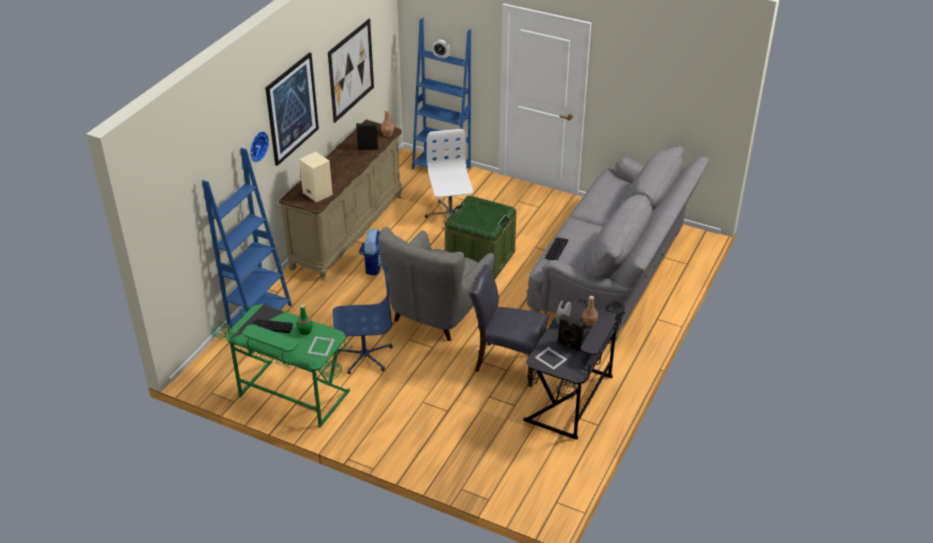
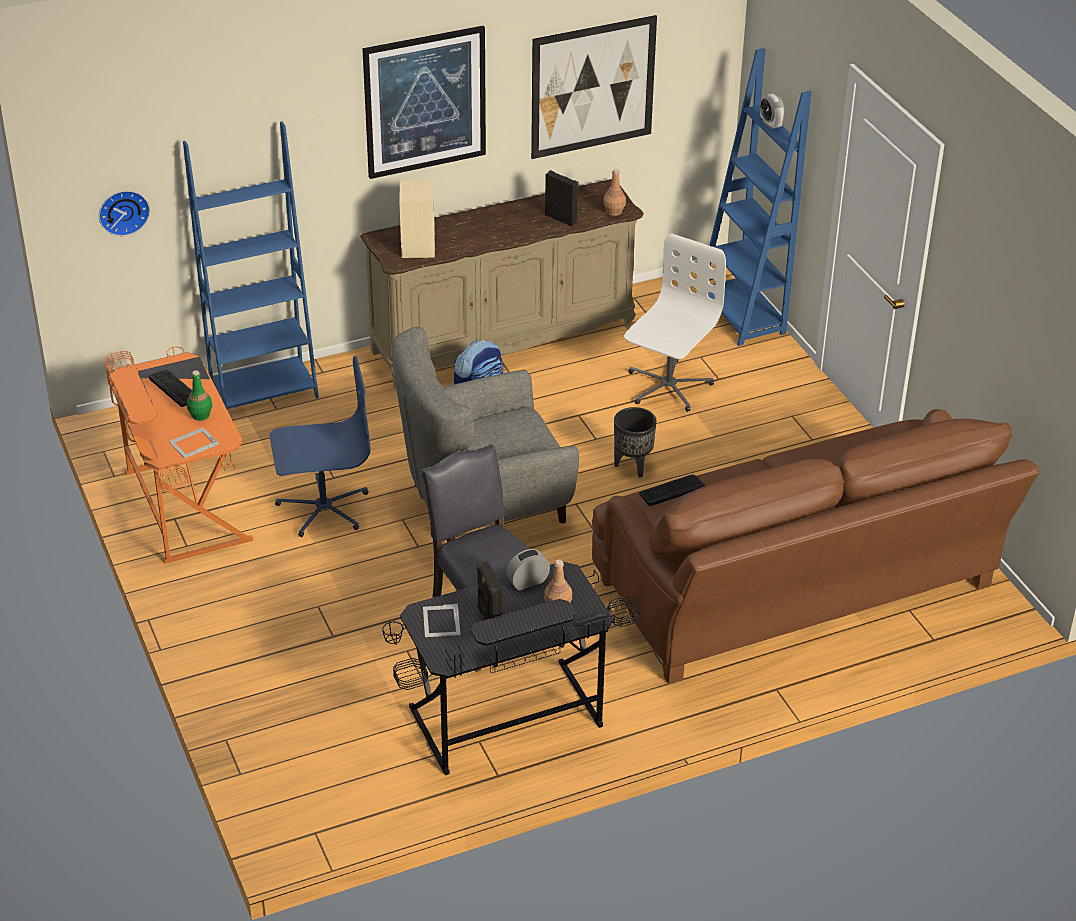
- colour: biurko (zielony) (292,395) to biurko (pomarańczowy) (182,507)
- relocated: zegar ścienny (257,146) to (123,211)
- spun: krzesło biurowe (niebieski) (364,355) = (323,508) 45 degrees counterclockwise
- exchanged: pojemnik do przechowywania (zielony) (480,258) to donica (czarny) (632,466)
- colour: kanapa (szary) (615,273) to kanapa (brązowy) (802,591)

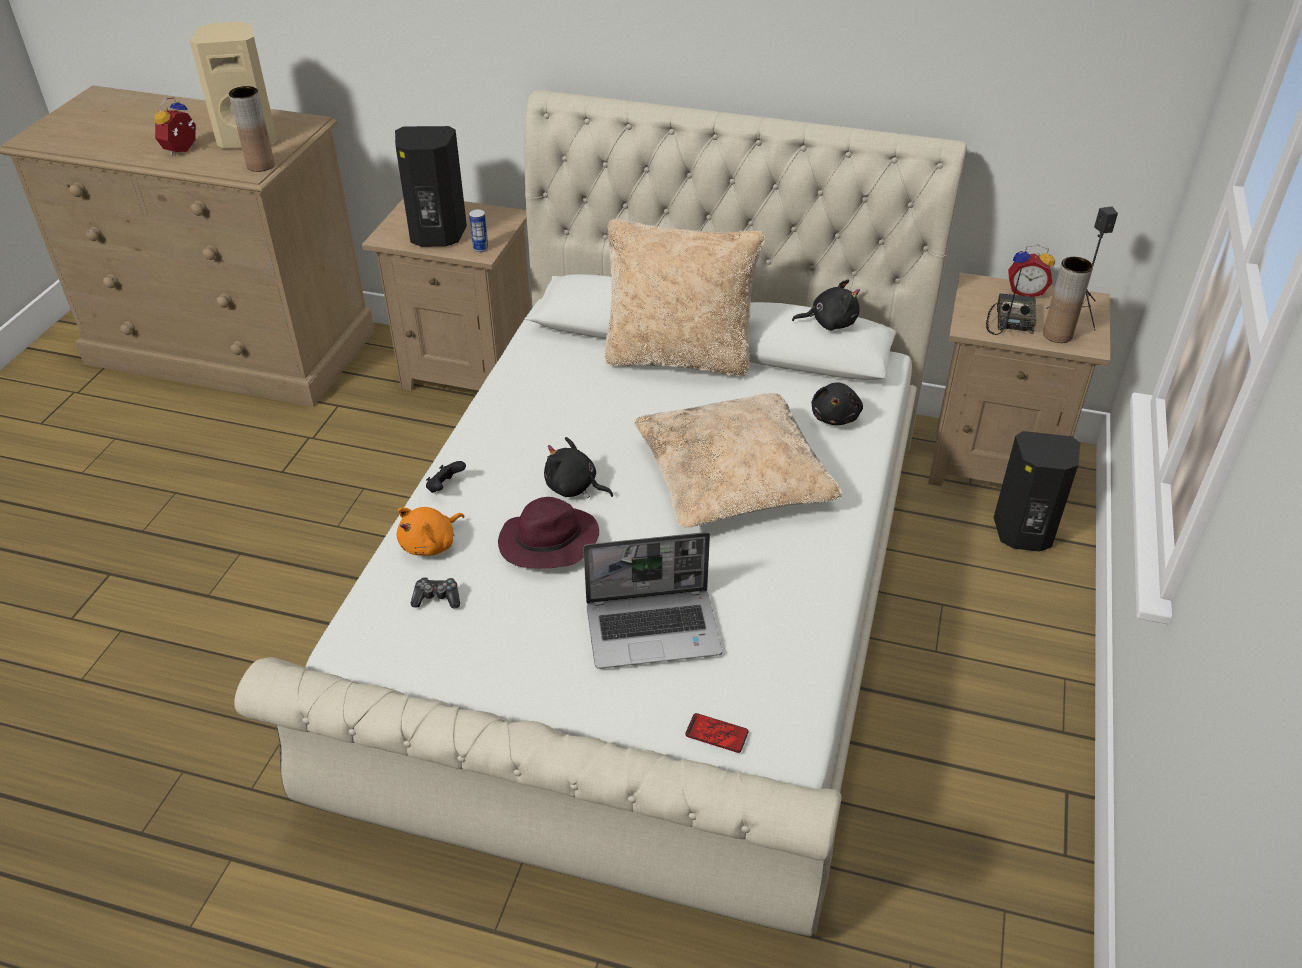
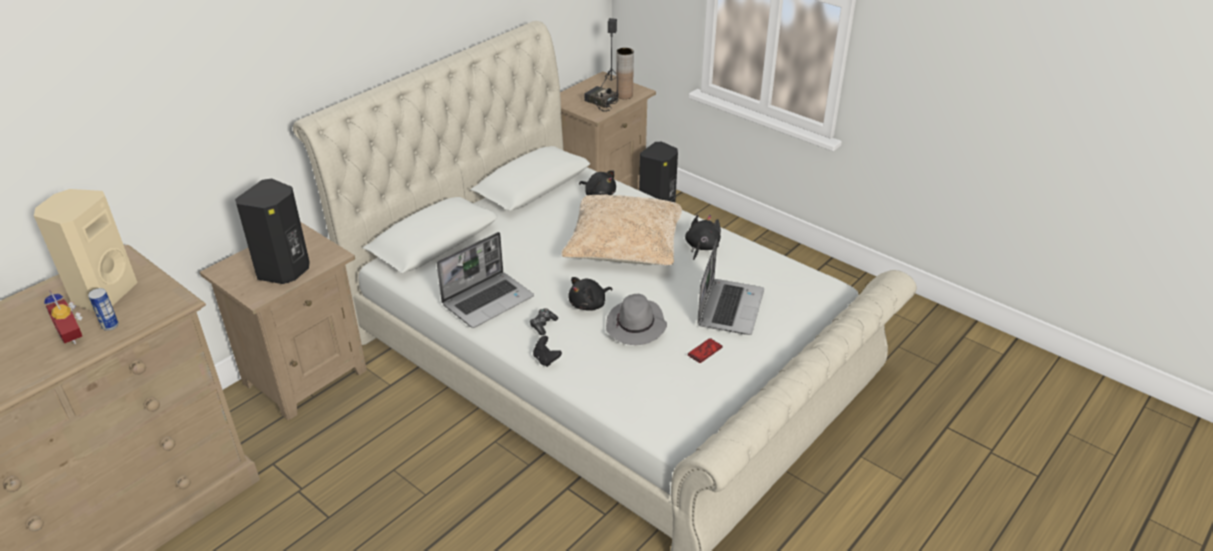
- missing: wazon (brązowy) (261,165)
- missing: pluszak (pomarańczowy) (431,544)
- relocated: pad do gier (437,598) to (543,325)
- relocated: puszka (480,249) to (110,326)
- colour: kapelusz (fioletowy) (547,543) to kapelusz (szary) (636,326)
- missing: poduszka (beżowy) (679,361)
- relocated: telefon (716,733) to (705,351)
- relocated: pluszak (czarny) (830,322) to (701,247)
- missing: budzik (1025,292)
- appeared: laptop (488,300)

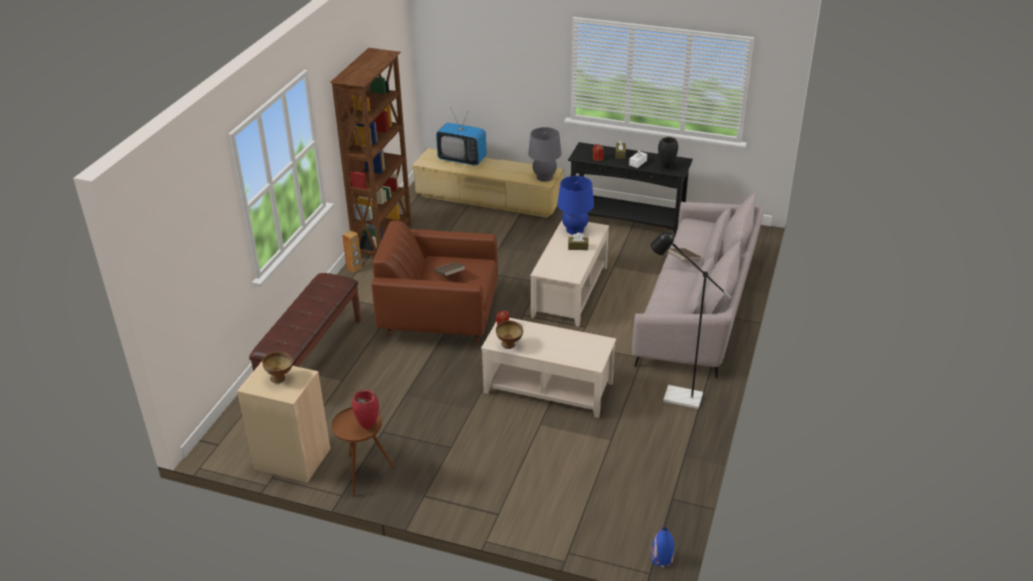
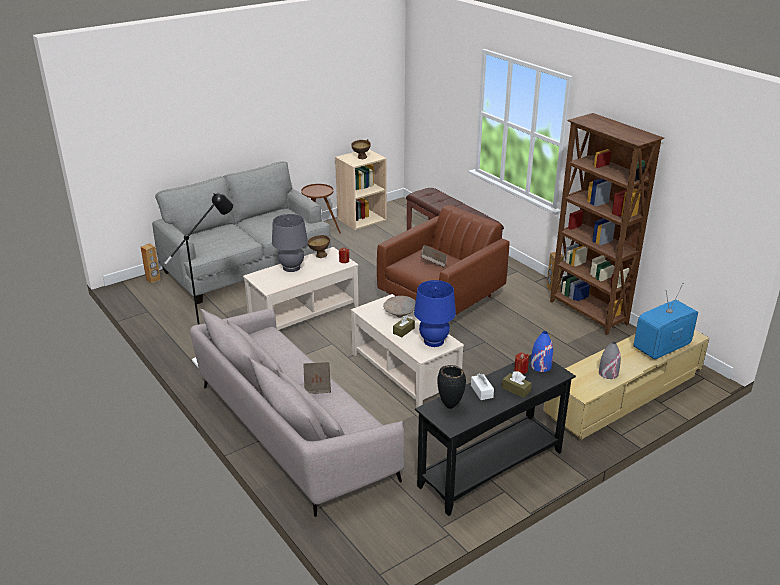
- missing: wazon (czerwony) (368,426)
- relocated: lampa stołowa (szary) (544,177) to (291,267)
- relocated: wazon (niebieski) (661,558) to (540,366)
- appeared: głośnik (brązowy) (153,280)
- appeared: kanapa (szary) (247,267)
- appeared: miska (beżowy) (400,312)
- appeared: wazon (szary) (608,373)

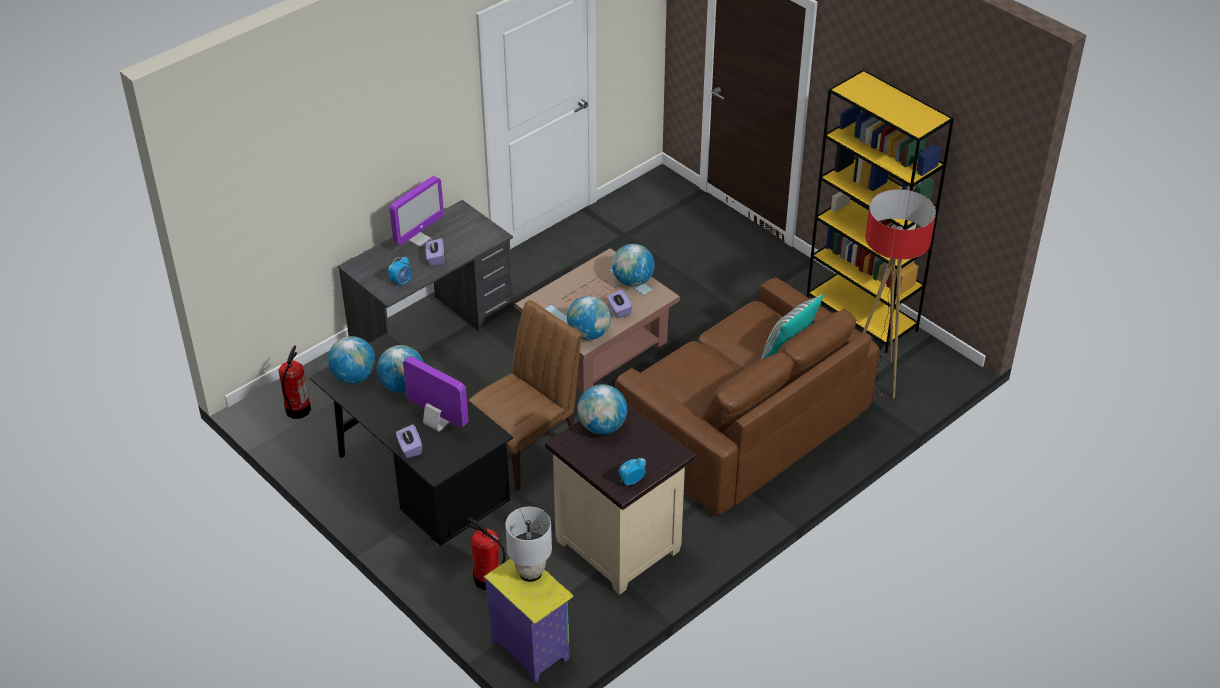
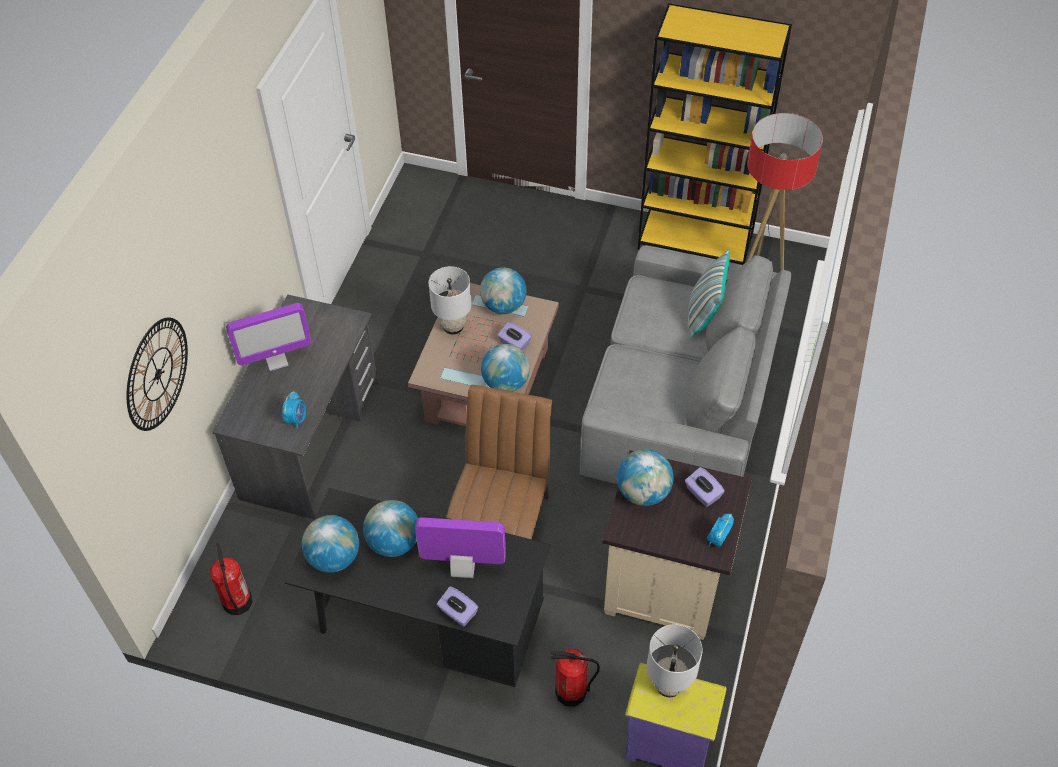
- spun: monitor (418,239) = (276,360) 60 degrees clockwise
- relocated: pudełko chusteczek (fioletowy) (435,258) to (702,494)
- colour: kanapa (brązowy) (744,427) to kanapa (szary) (680,404)
- appeared: zegar ścienny (157,374)
- appeared: lampa stołowa (biały) (453,326)

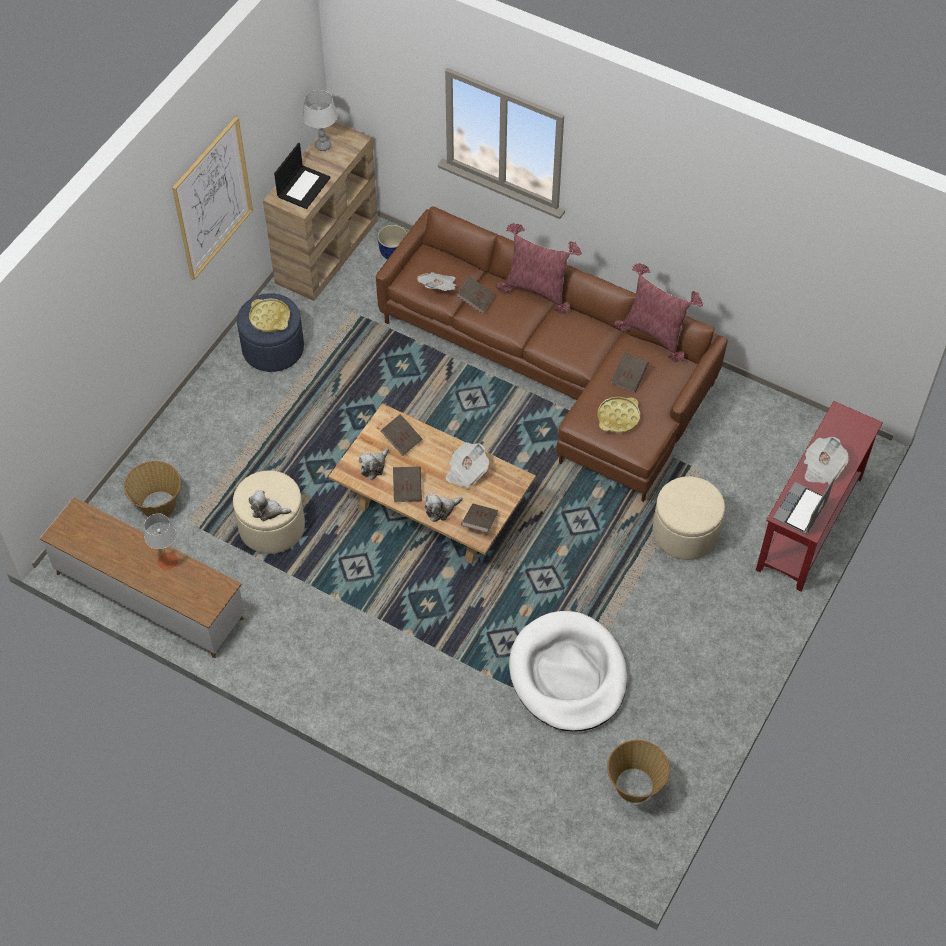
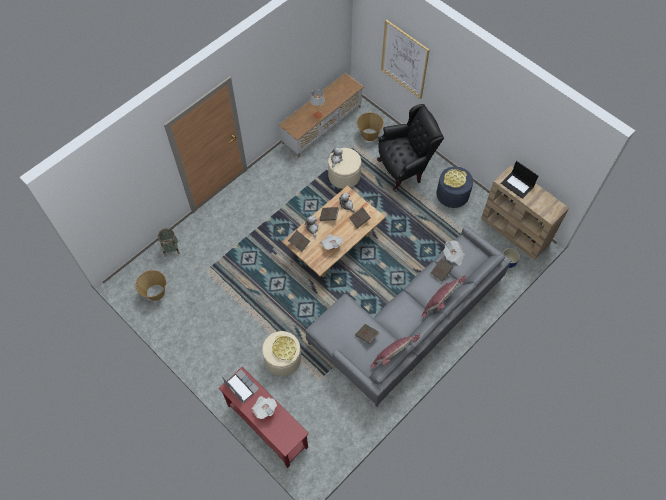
- relocated: obraz (212,198) to (404,59)
- missing: lampa stołowa (szary) (323,145)
- colour: kanapa (brązowy) (556,368) to kanapa (szary) (408,324)
- missing: legowisko (biały) (568,674)
- relocated: taca (żółty) (618,417) to (284,348)
- appeared: koszyk (171,248)
- appeared: fotel (czarny) (404,169)

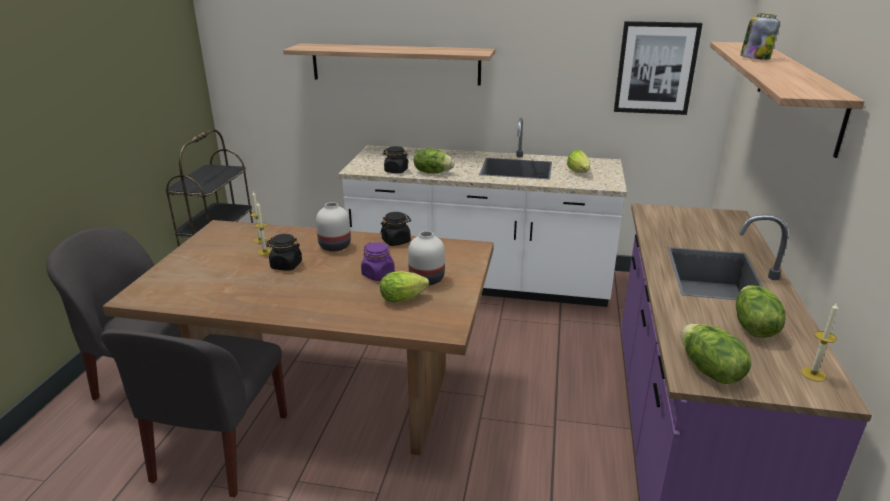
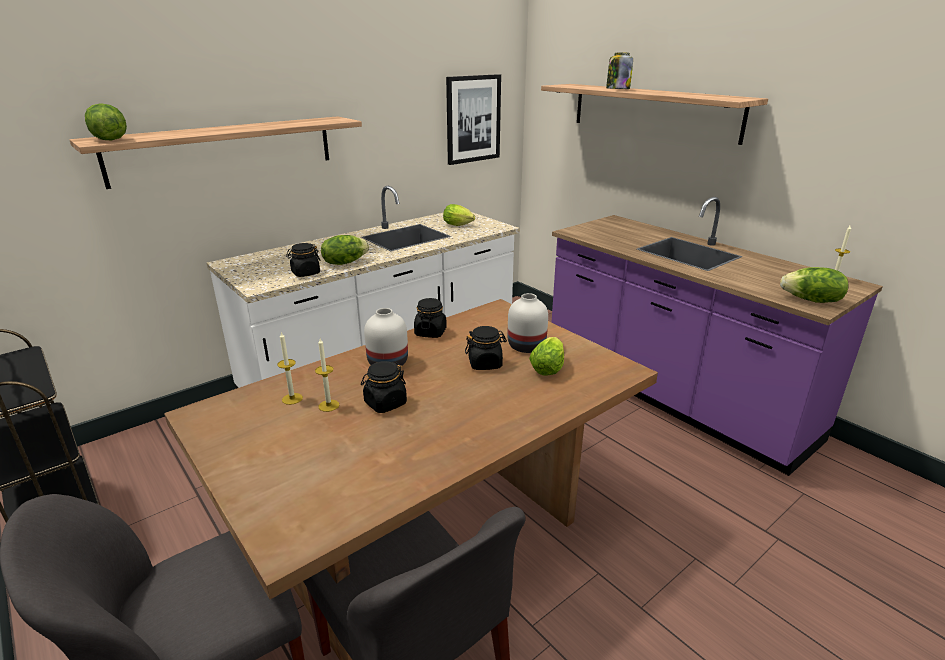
- colour: słoik (fioletowy) (378,275) to słoik (czarny) (485,363)
- relocated: sałata (752,327) to (108,139)

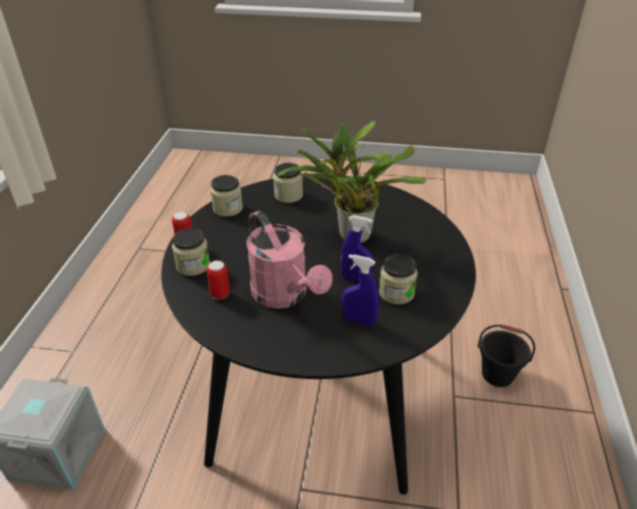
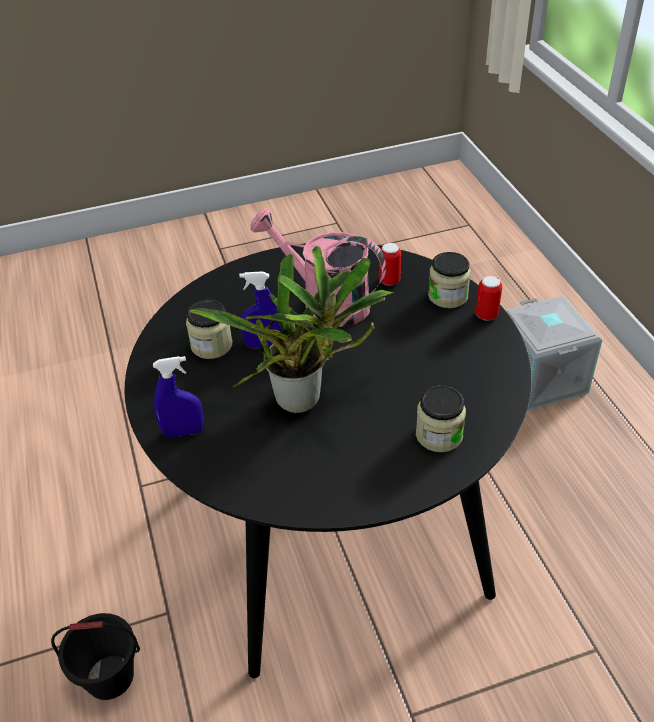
- missing: słoik (228,208)
- relocated: spryskiwacz (niebieski) (359,321) to (183,432)

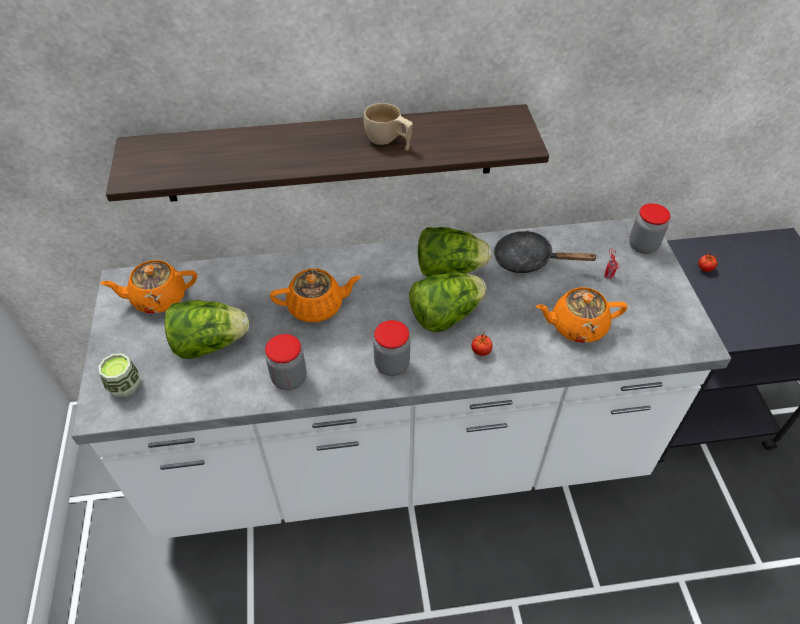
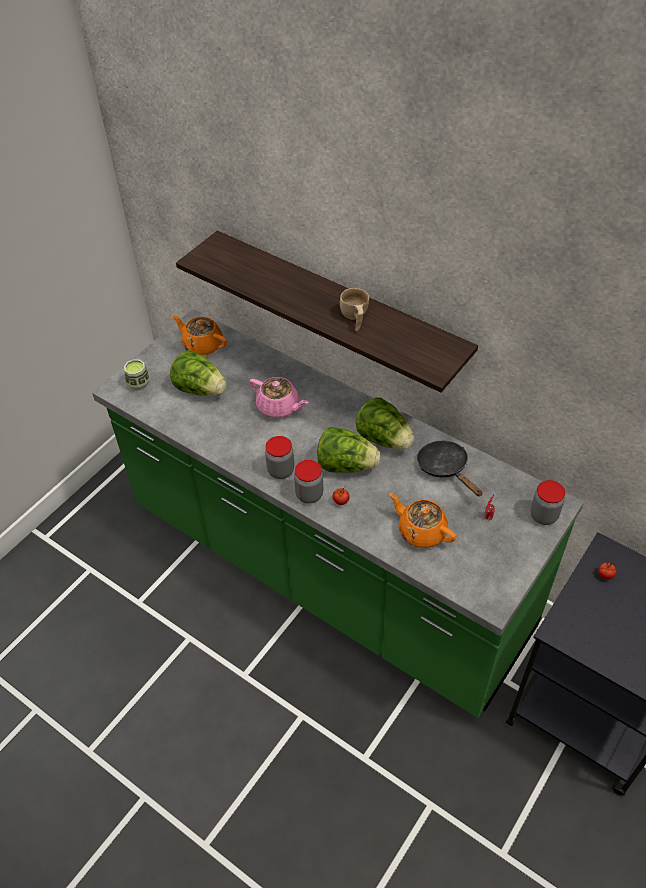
- colour: zabudowa kuchenna (biały) (400,455) to zabudowa kuchenna (zielony) (327,570)
- relocated: słoik (289,378) to (309,494)
- colour: imbryk (pomarańczowy) (317,306) to imbryk (różowy) (279,407)

